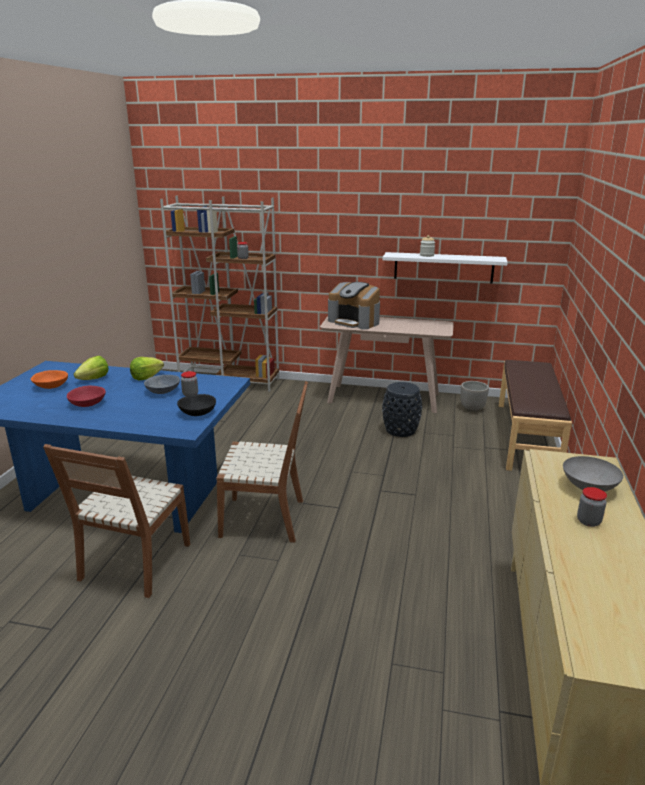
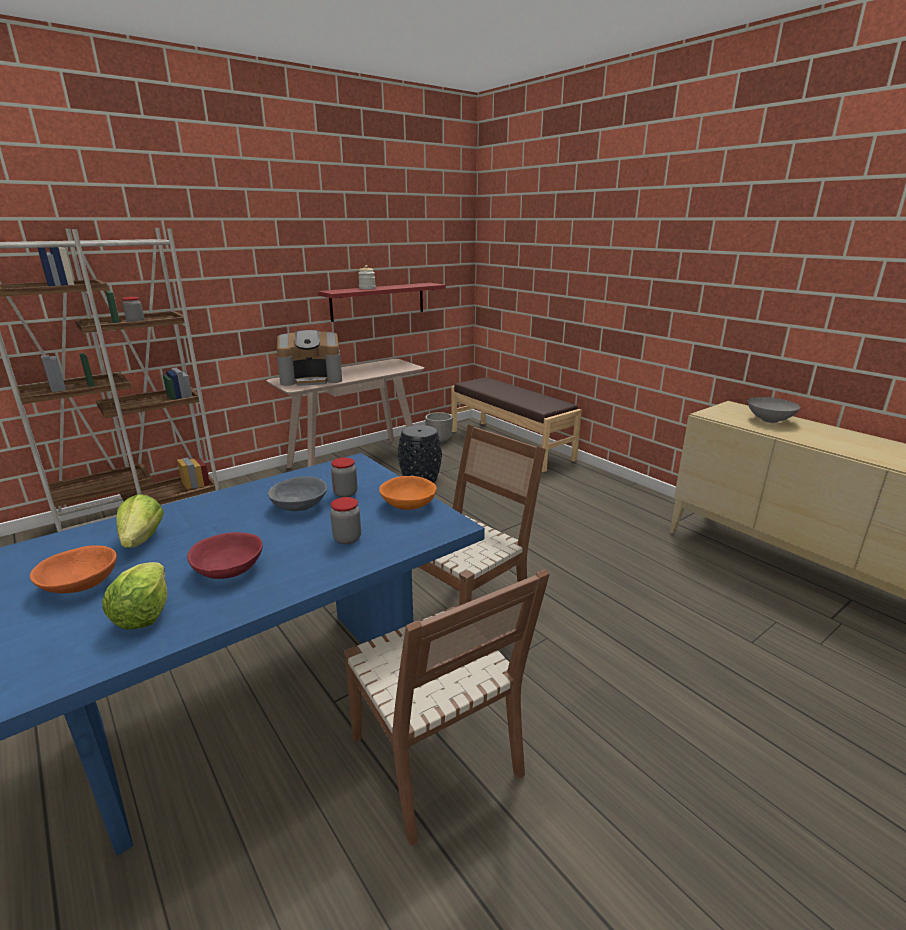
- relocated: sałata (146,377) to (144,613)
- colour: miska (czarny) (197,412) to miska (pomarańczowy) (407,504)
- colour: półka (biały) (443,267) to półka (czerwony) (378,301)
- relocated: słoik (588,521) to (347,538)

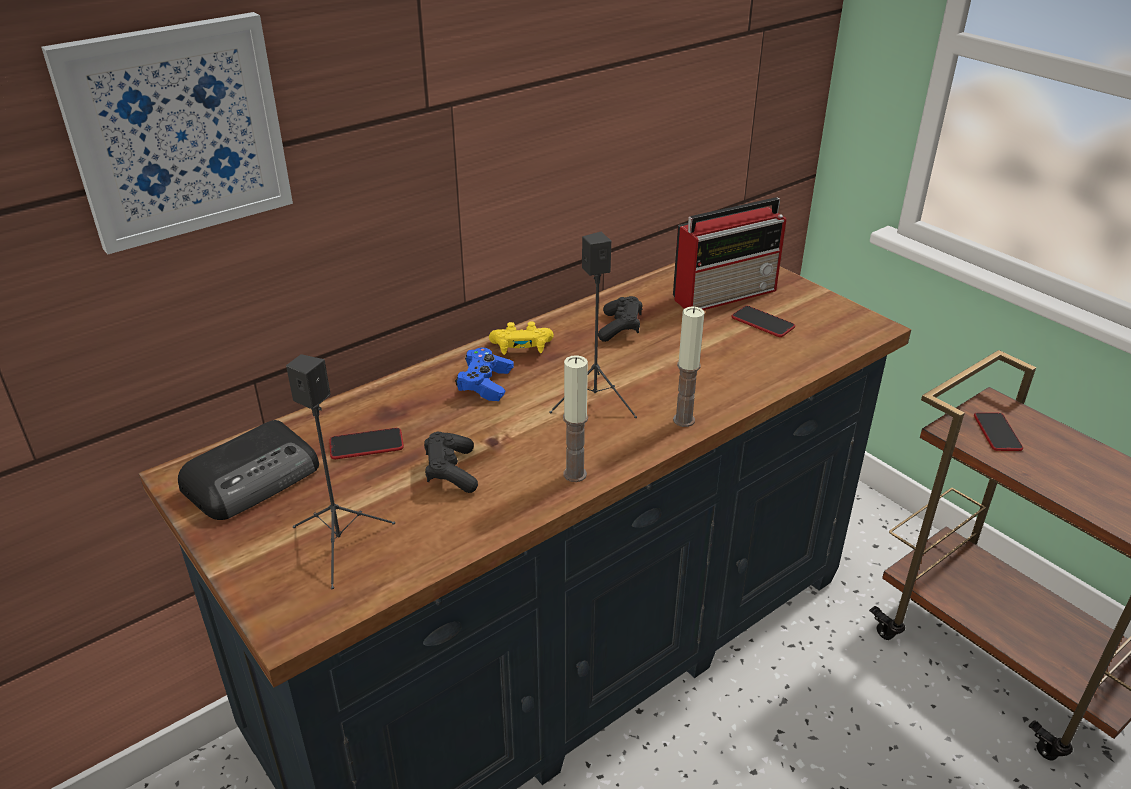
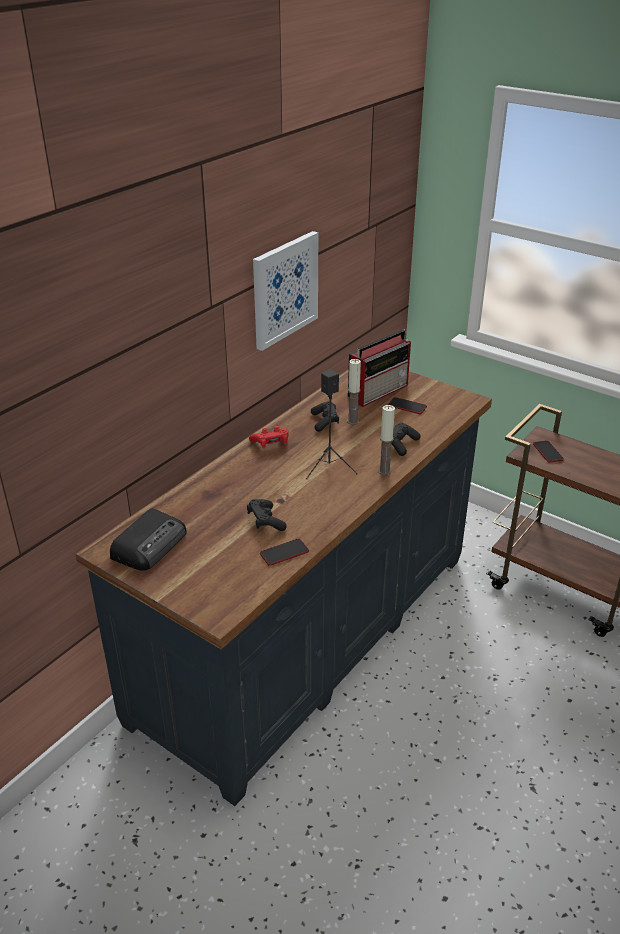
- relocated: obraz (177,131) to (284,289)
- missing: głośnik (czarny) (341,544)
- relocated: telefon (366,445) to (284,553)
- missing: pad do gier (niebieski) (485,384)
- colour: pad do gier (żółty) (521,349) to pad do gier (czerwony) (271,443)
- relocated: świeca (575,474) to (353,421)
- appeared: pad do gier (czarny) (401,444)

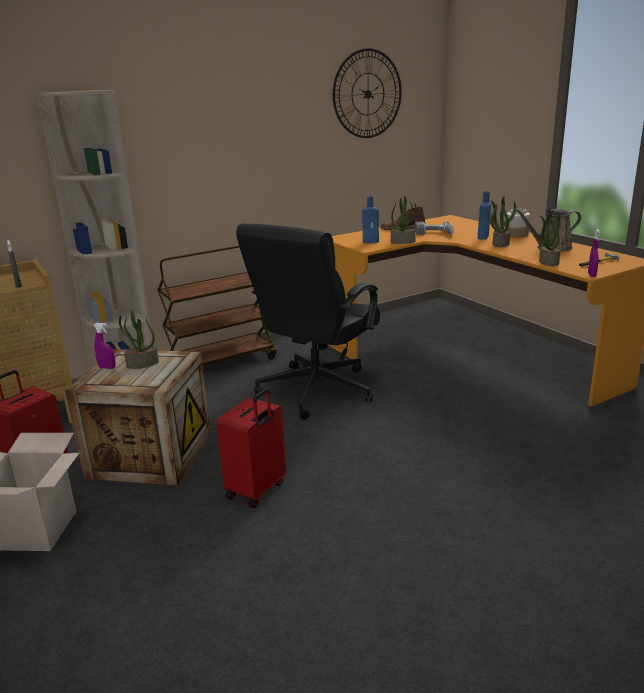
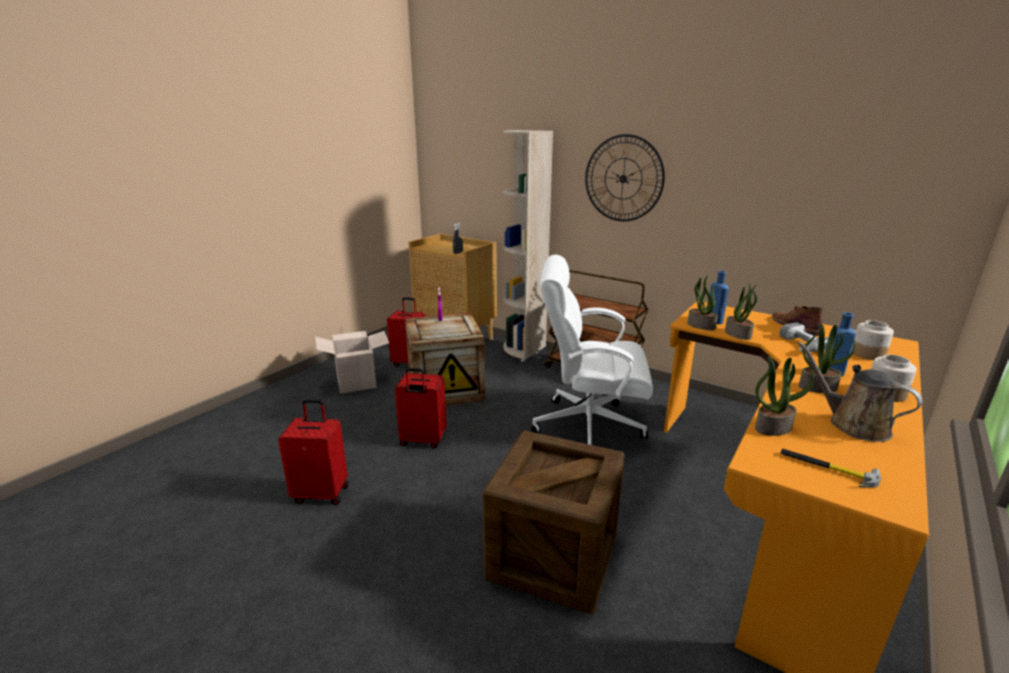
- relocated: roślina doniczkowa (142,364) to (700,325)
- colour: krzesło biurowe (czarny) (317,389) to krzesło biurowe (biały) (588,426)
- relocated: zegar ścienny (367,94) to (623,178)
- missing: spryskiwacz (fioletowy) (591,275)
- appeared: walizka (czerwony) (322,493)
- appeared: skrzynka (553,557)
- appeared: słoik (867,354)

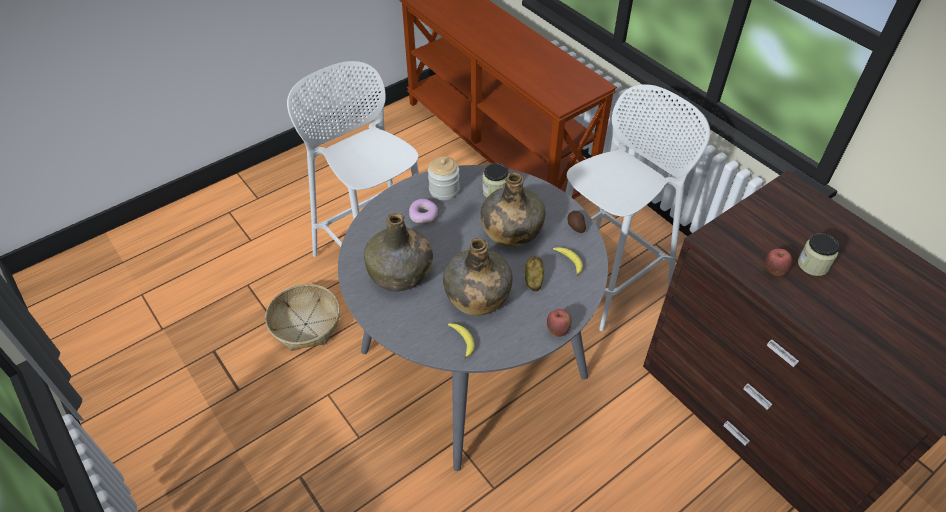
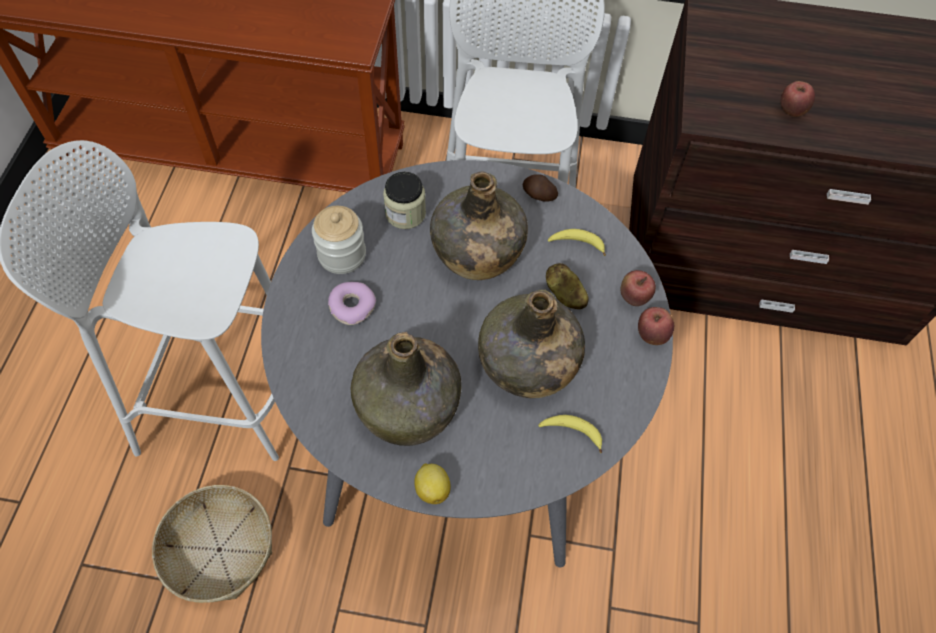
- missing: słoik (813,264)
- appeared: cytryna (432,488)
- appeared: jabłko (633,298)

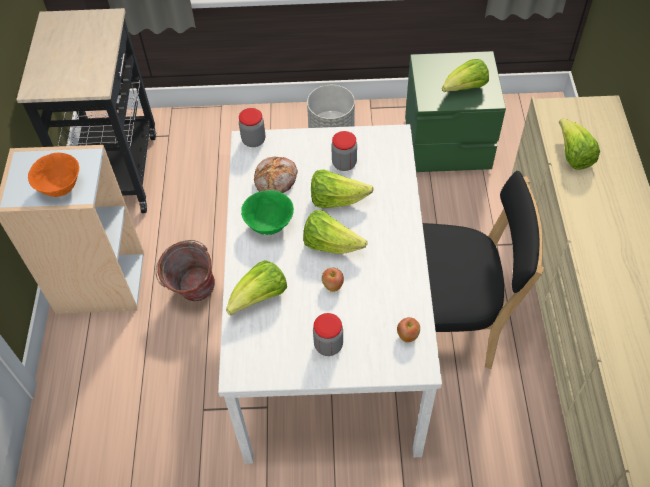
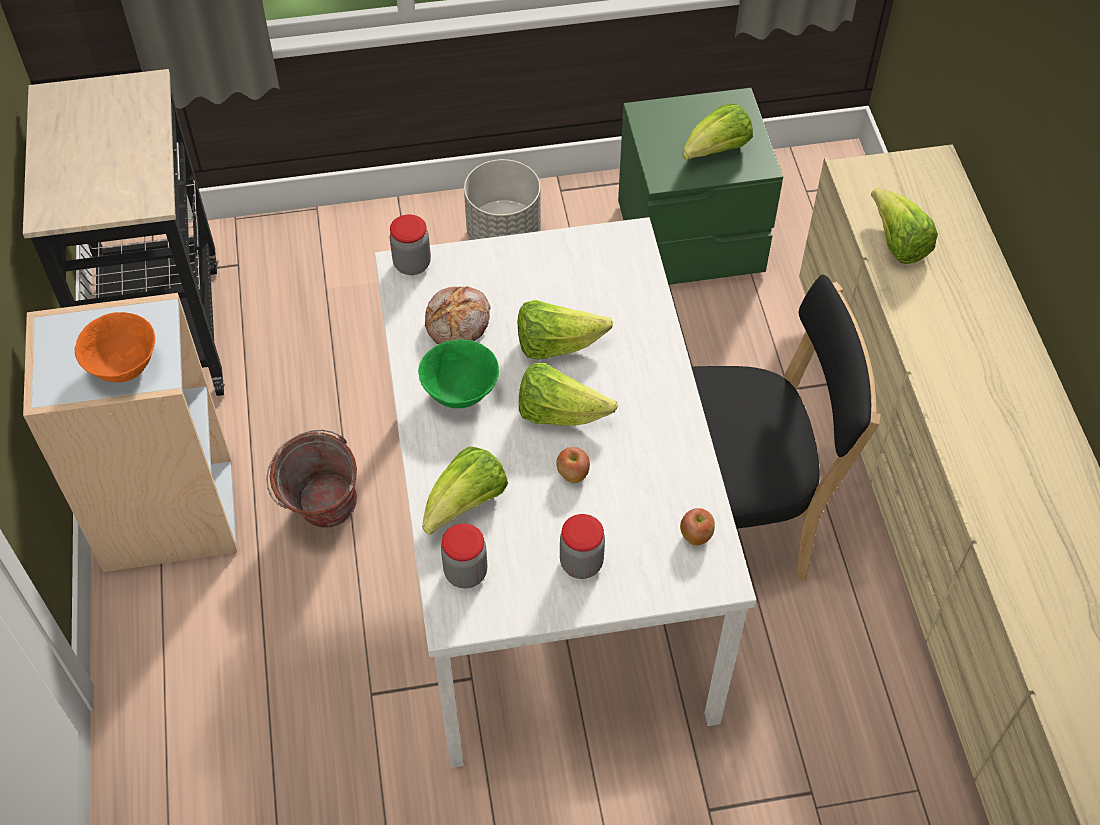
- relocated: słoik (344,163) to (465,572)

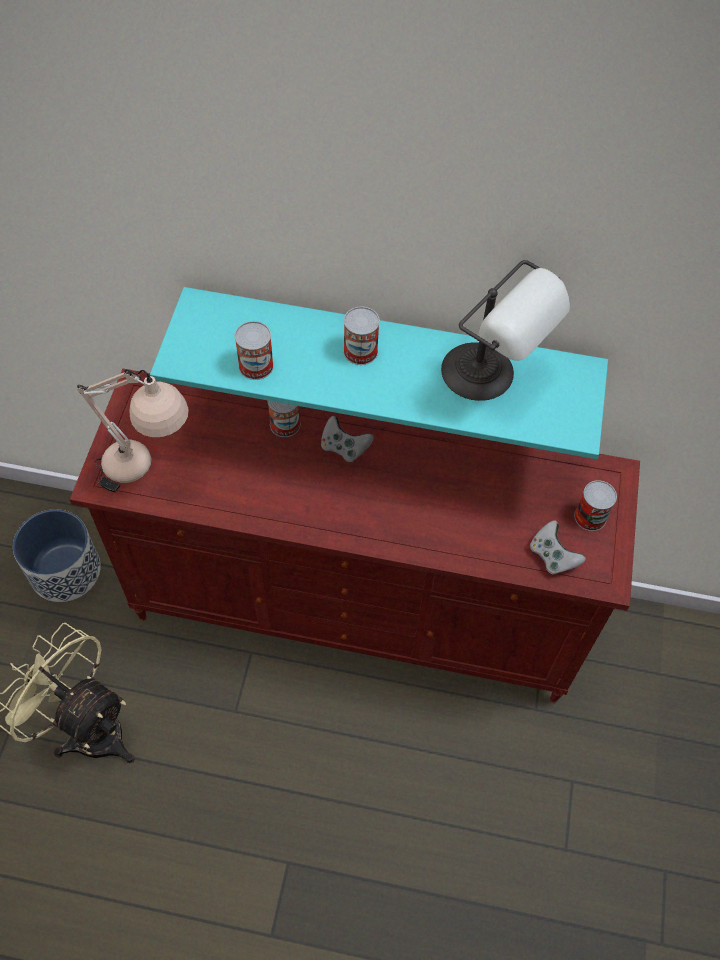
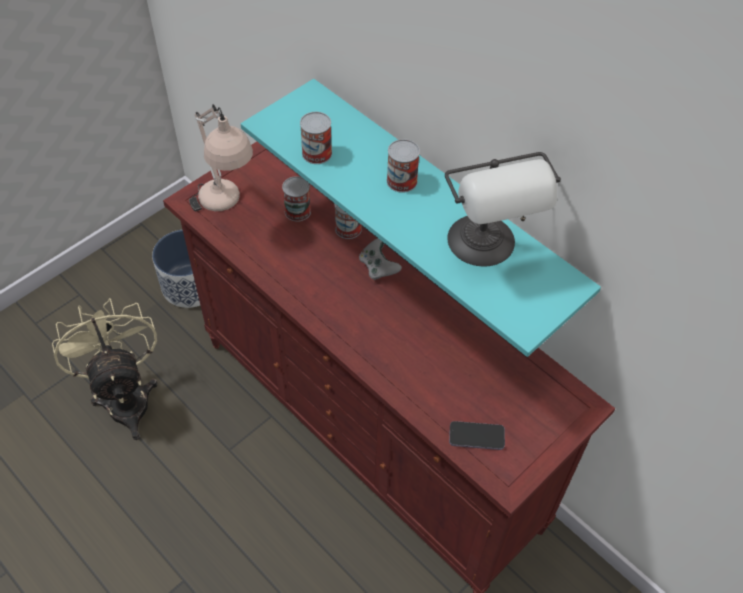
- exchanged: pad do gier (szary) (552,556) to telefon (476,436)
- relocated: puszka (590,517) to (297,211)

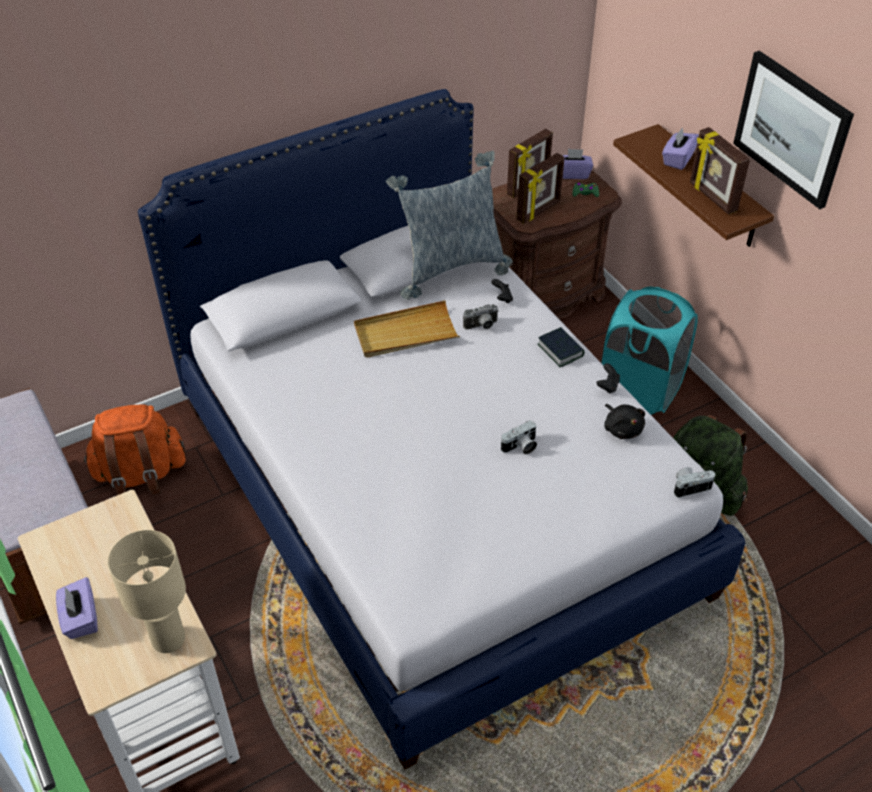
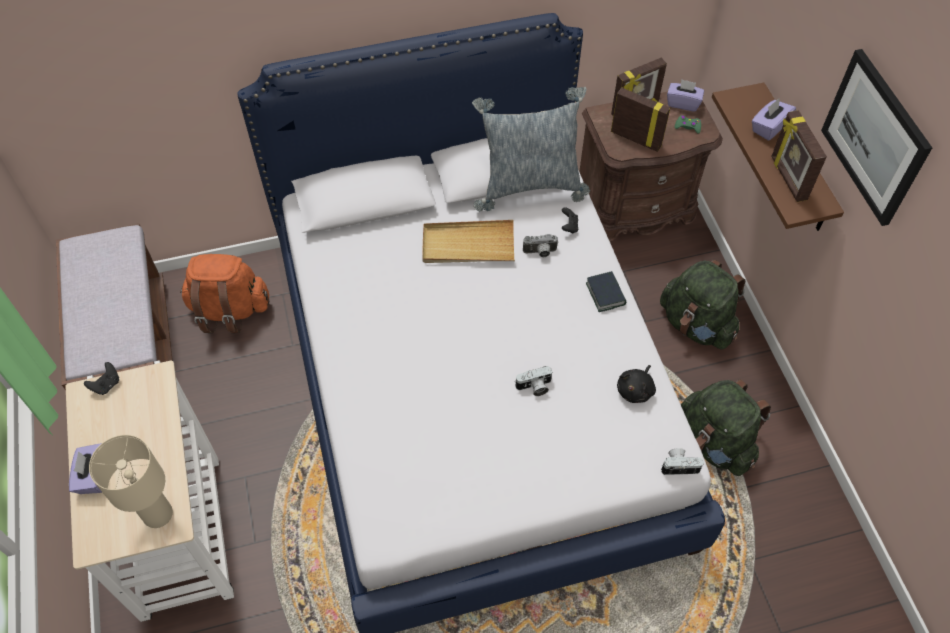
- spun: ramka na zdjęcie (539,211) = (636,138) 120 degrees counterclockwise
- relocated: pad do gier (czarny) (607,386) to (106,385)
- exchanged: kosz na pranie (turkusowy) (640,389) to plecak (zielony) (696,324)
- spun: pluszak (czarny) (622,428) = (636,390) 45 degrees clockwise

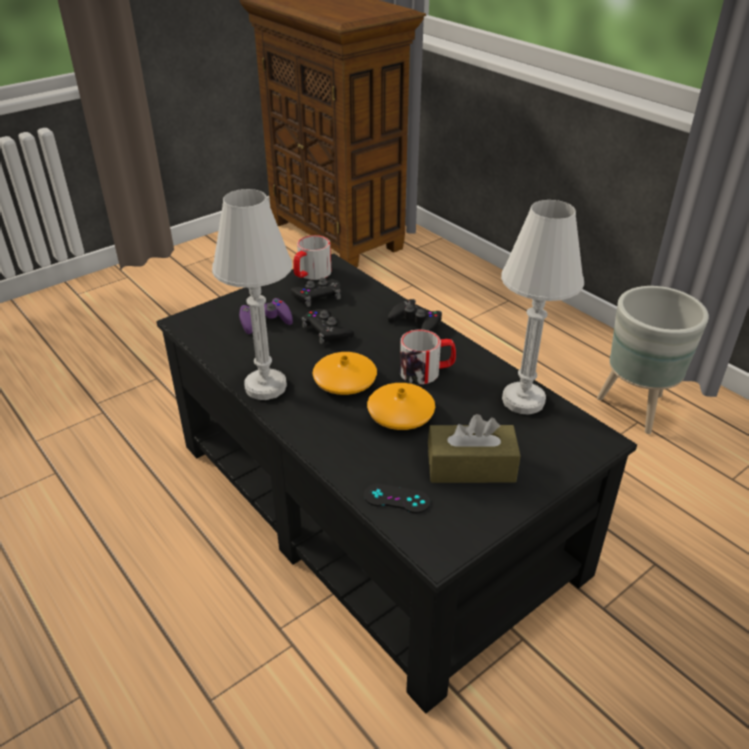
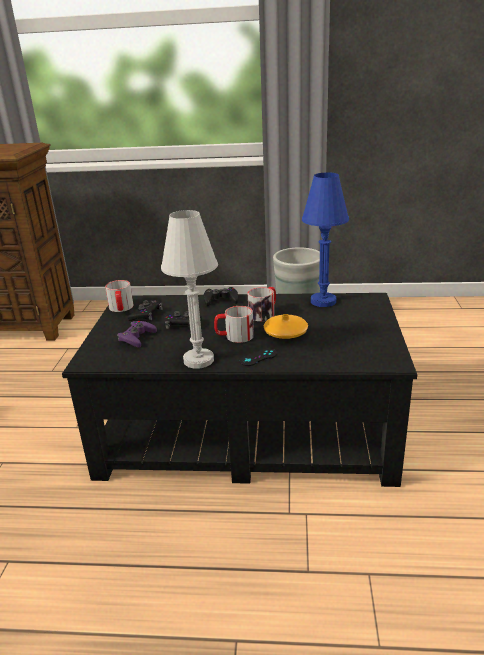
- exchanged: wazon (pomarańczowy) (345,381) to kubek (234,336)
- relocated: pad do gier (czarny) (396,499) to (258,357)
- missing: pudełko chusteczek (brązowy) (471,467)
- colour: lampa stołowa (biały) (523,400) to lampa stołowa (niebieski) (323,301)

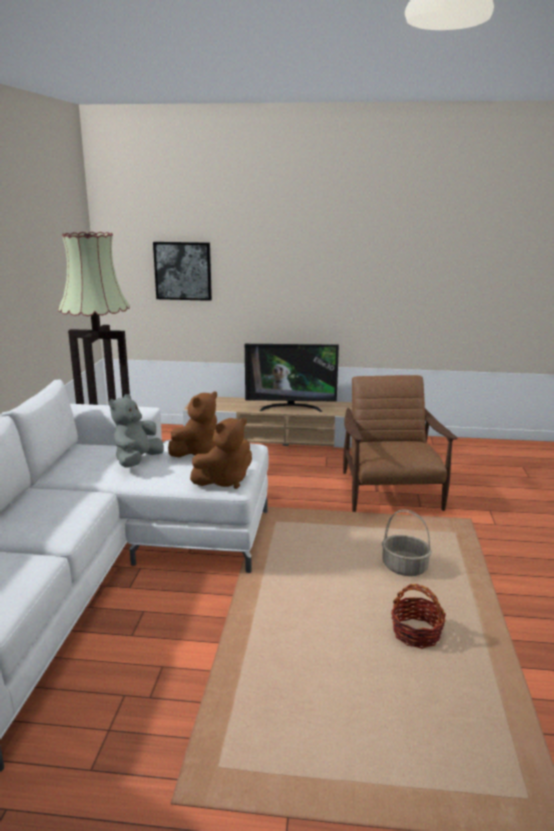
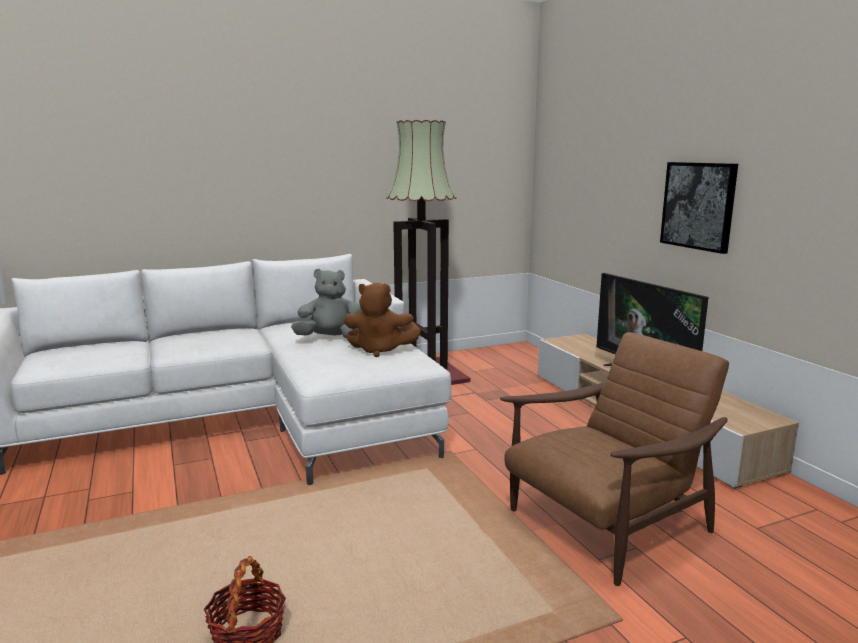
- relocated: obraz (183,271) to (698,205)
- missing: pluszak (brązowy) (224,481)
- missing: koszyk (405,567)

